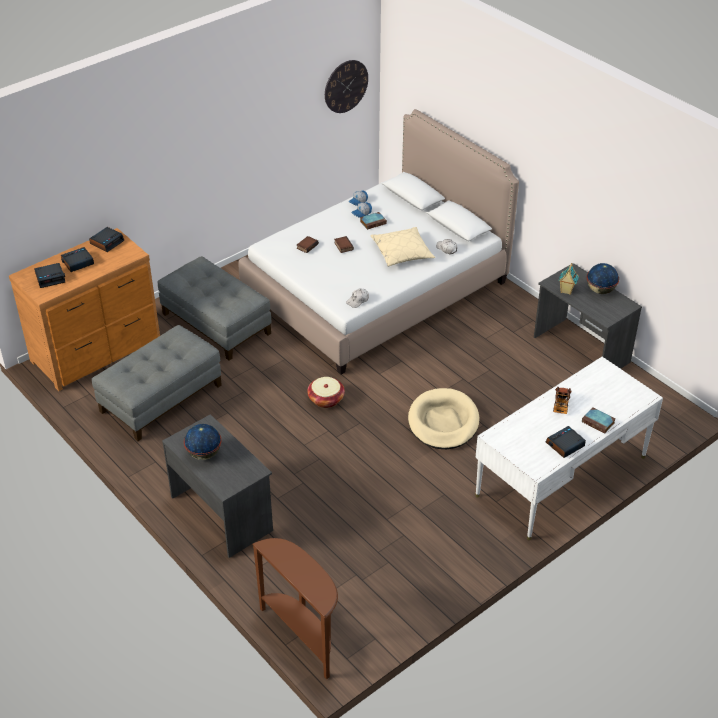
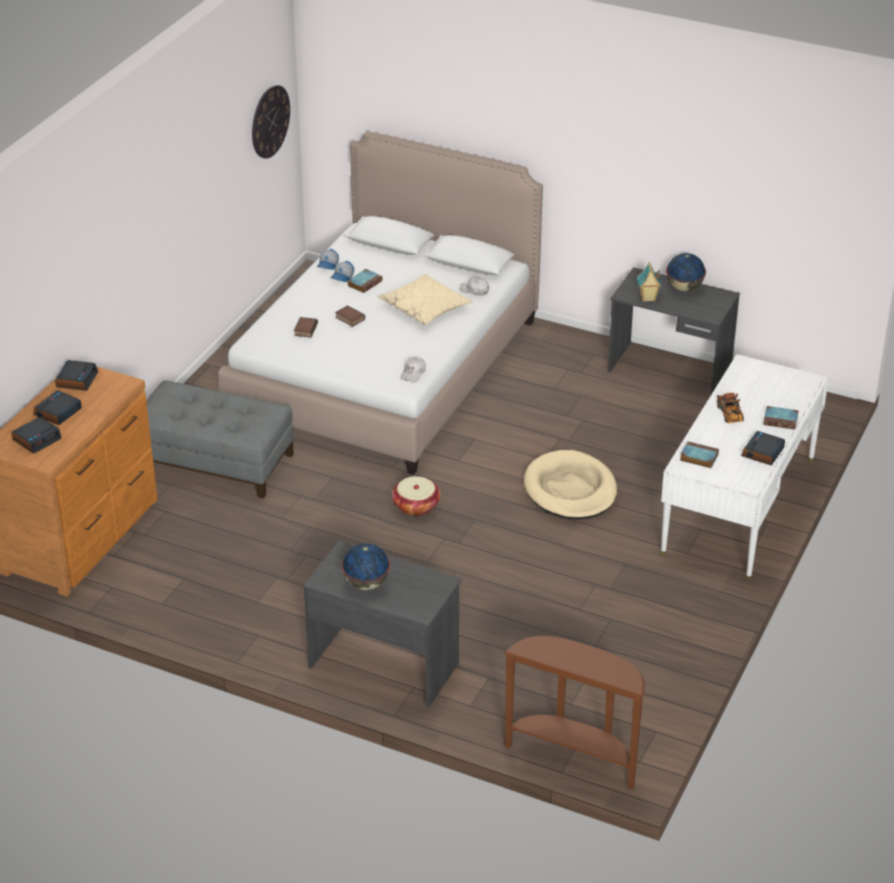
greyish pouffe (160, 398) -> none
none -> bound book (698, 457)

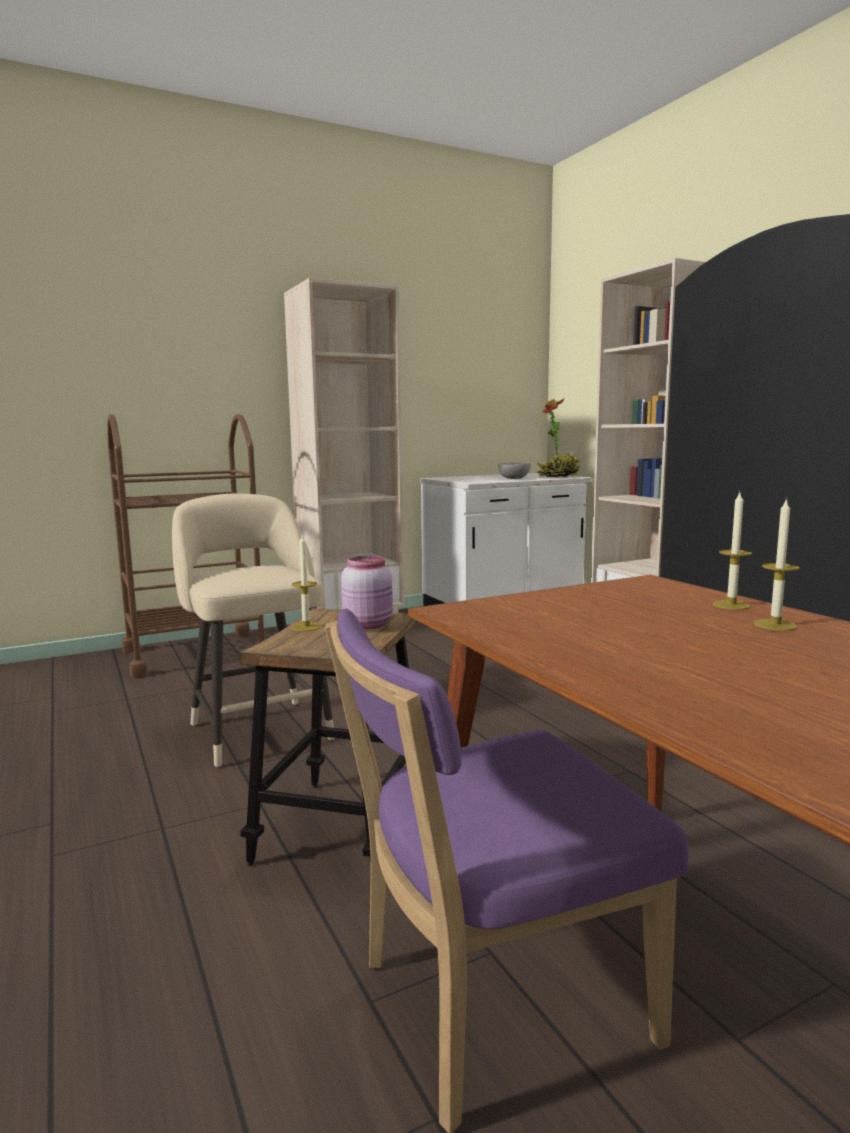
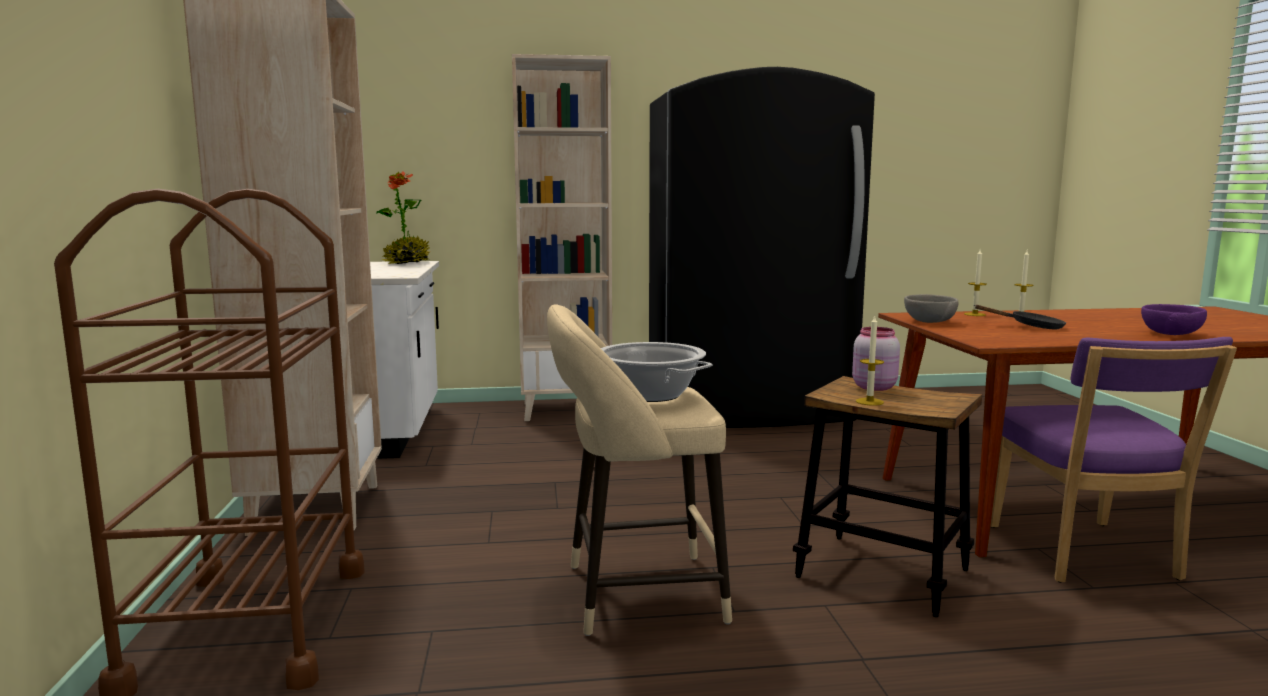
greyish deep dish (514, 478) -> greyish deep dish (929, 321), moved
none -> purple-coloured deep dish (1172, 334)
none -> black-coloured skillet (1031, 327)
none -> cooking pot (651, 394)

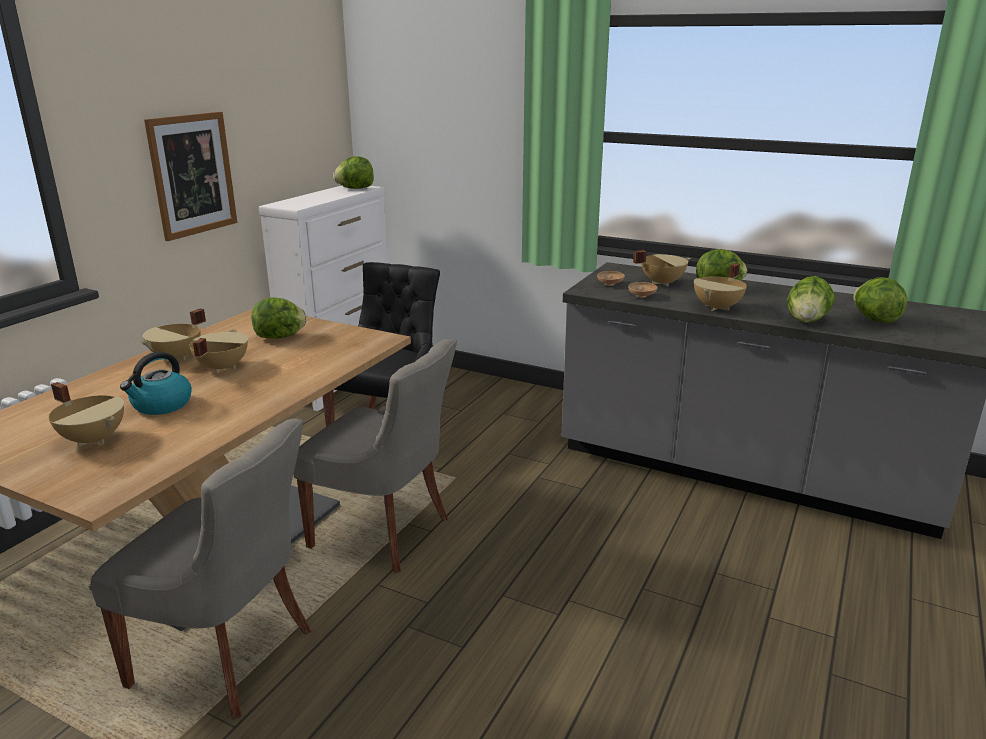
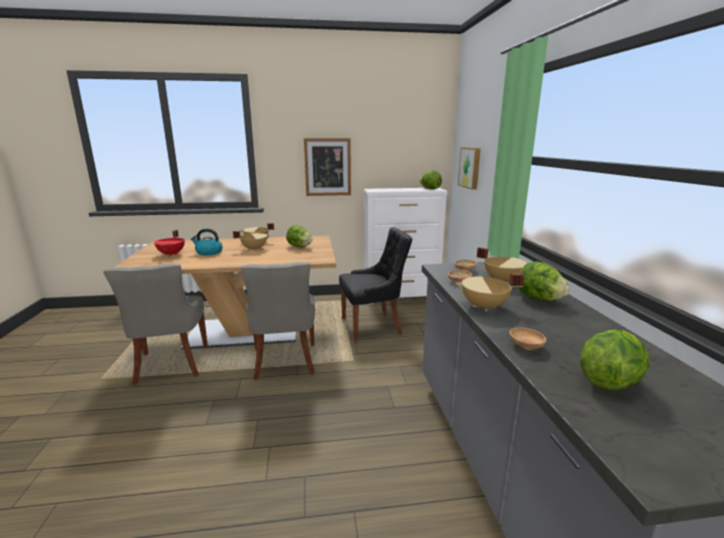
lettuce head (807, 321) -> brownish deep dish (526, 346)
beige cooking pot (94, 439) -> reddish cooking pot (172, 254)
none -> wall picture (470, 167)

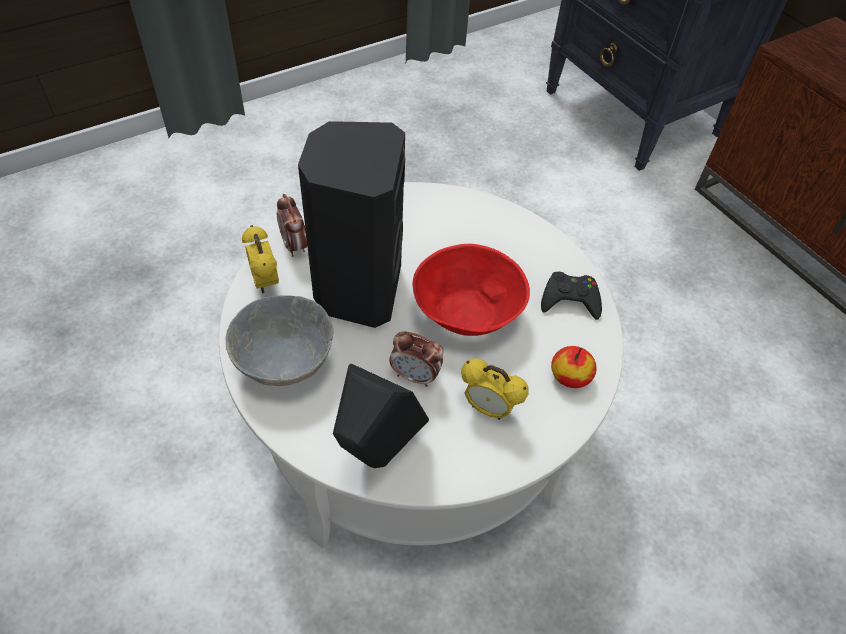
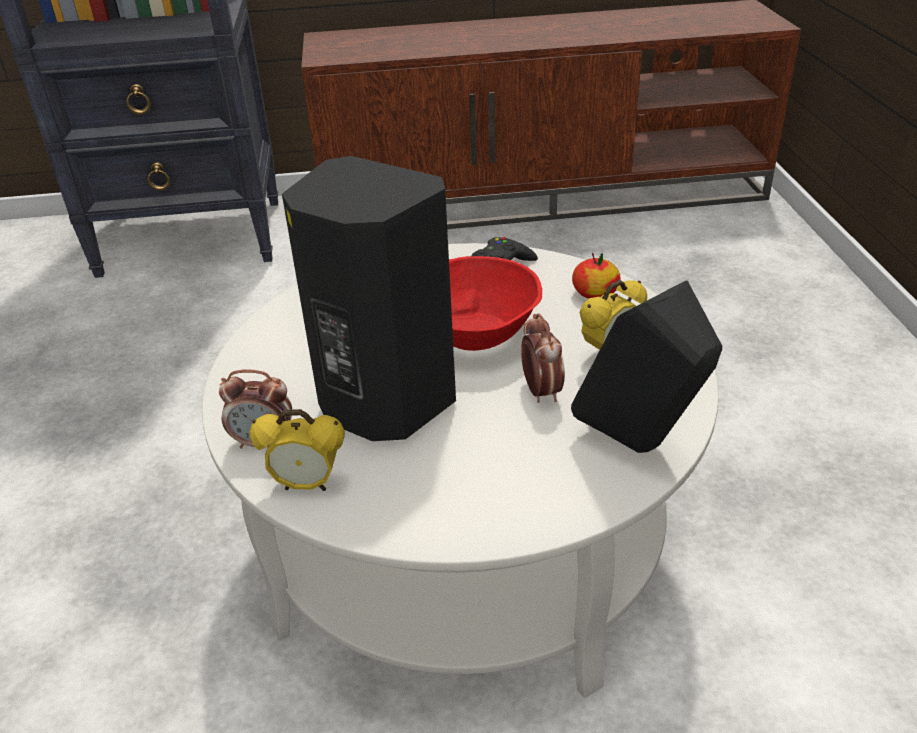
greyish deep dish (284, 362) -> none
alarm clock (415, 376) -> alarm clock (541, 391), 60 degrees counterclockwise

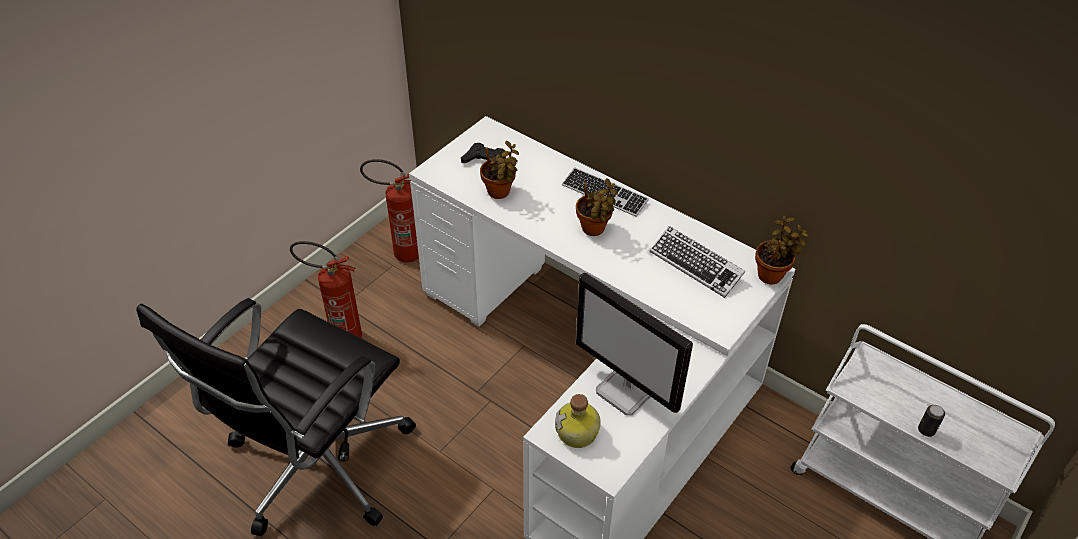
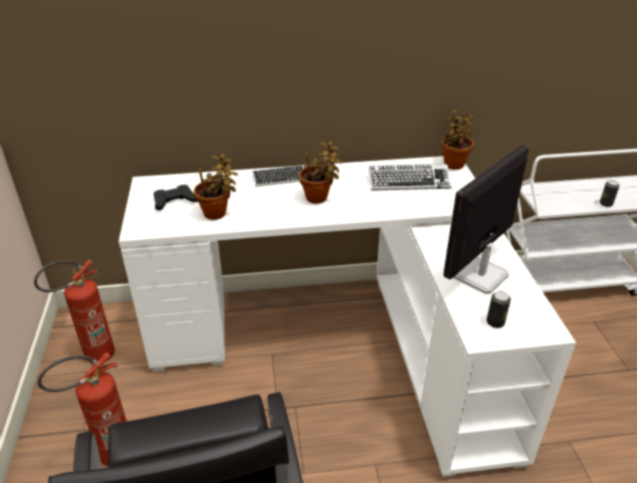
computer screen (627, 391) -> computer screen (479, 276), 135 degrees clockwise
drink bottle (578, 433) -> sealed can (495, 322)

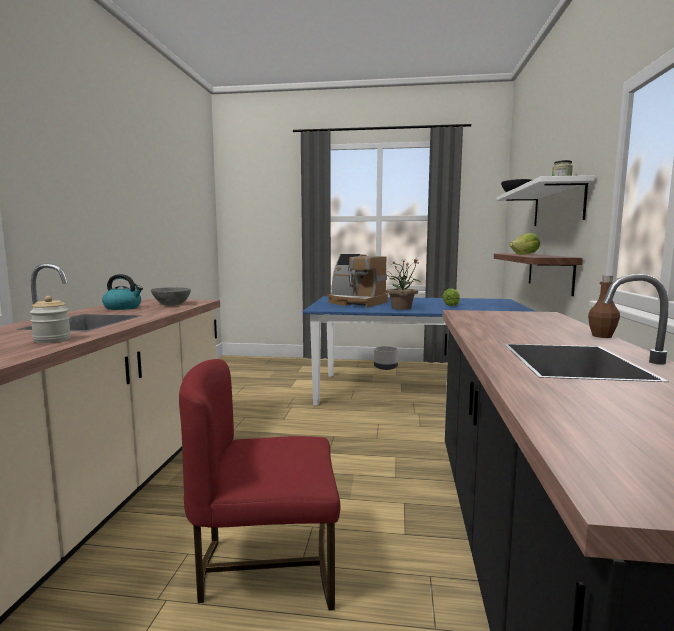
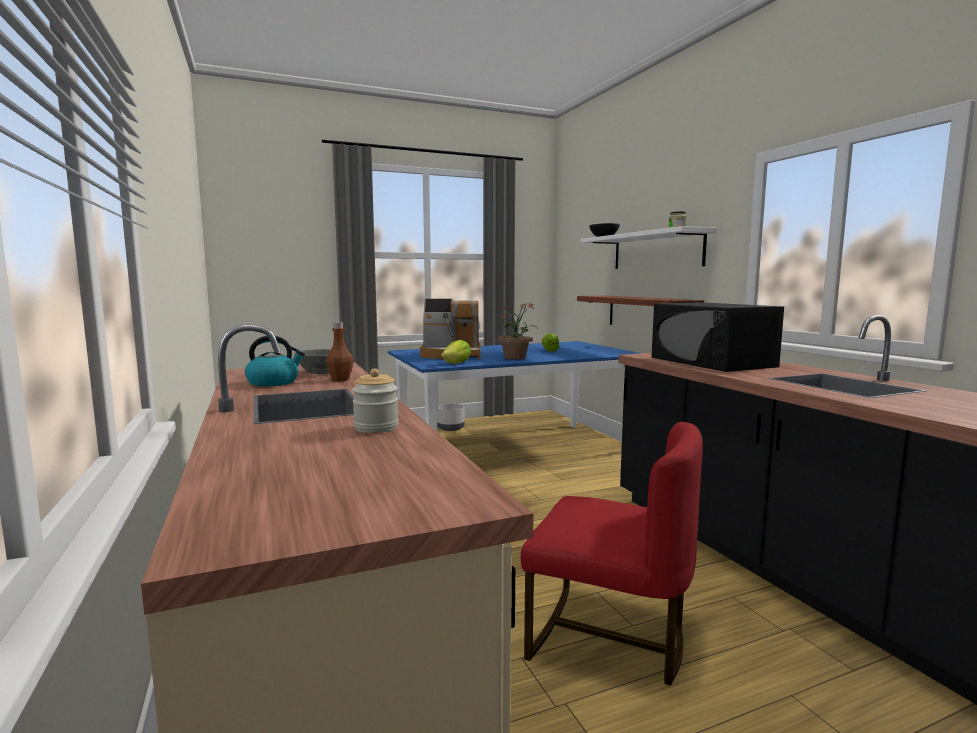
lettuce head (525, 254) -> lettuce head (457, 363), moved
brownish drink bottle (602, 336) -> brownish drink bottle (340, 379), moved
reddish chair (267, 566) -> reddish chair (609, 638), 120 degrees counterclockwise
none -> black-coloured microwave (711, 362)

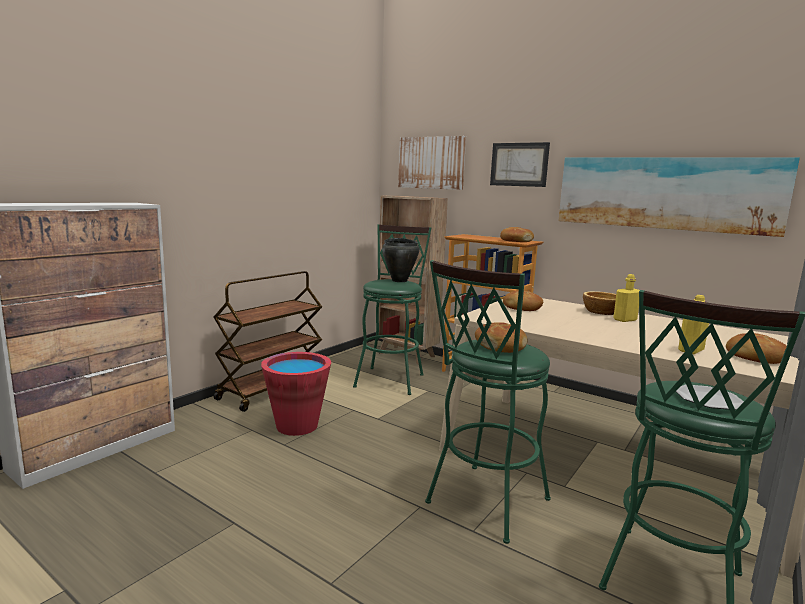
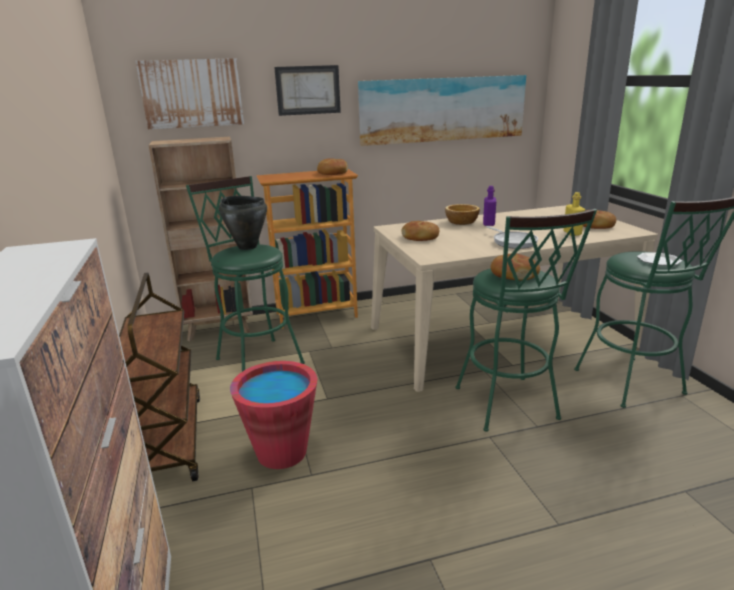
yellowish drink bottle (625, 320) -> purple-coloured drink bottle (488, 223)
none -> skillet (513, 242)

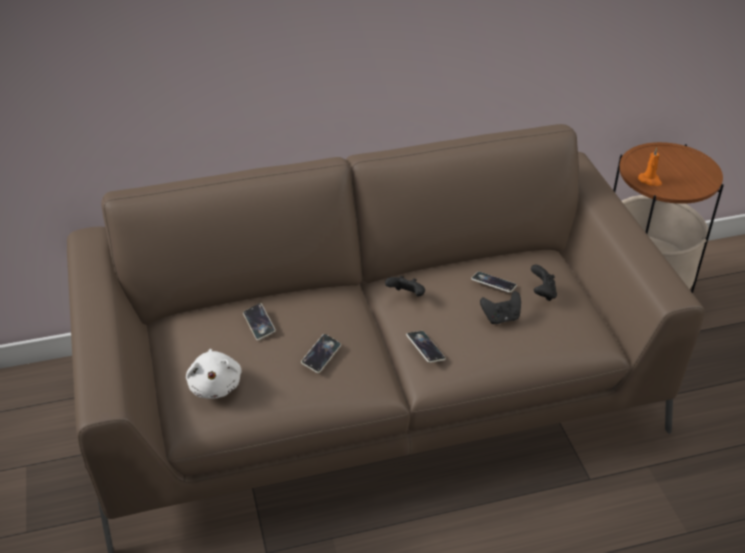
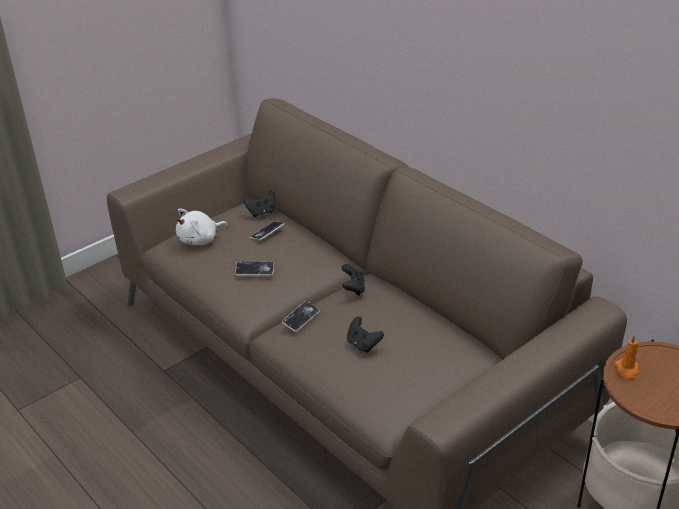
black-coloured game controller (542, 293) -> black-coloured game controller (261, 212), moved
phone (493, 284) -> none

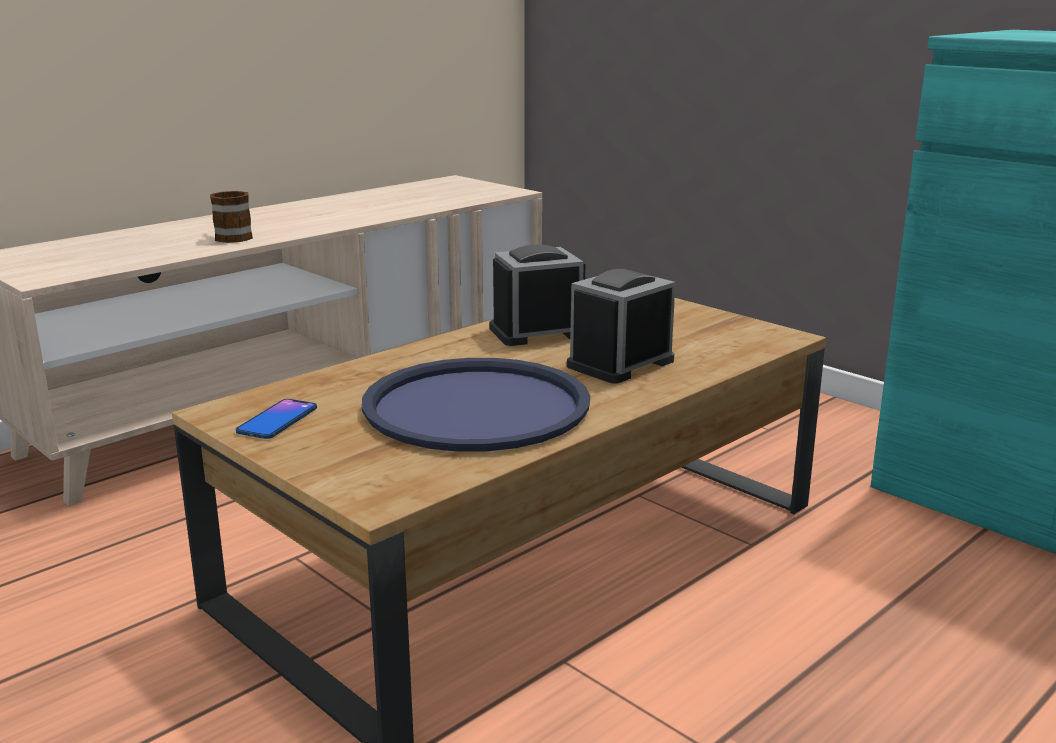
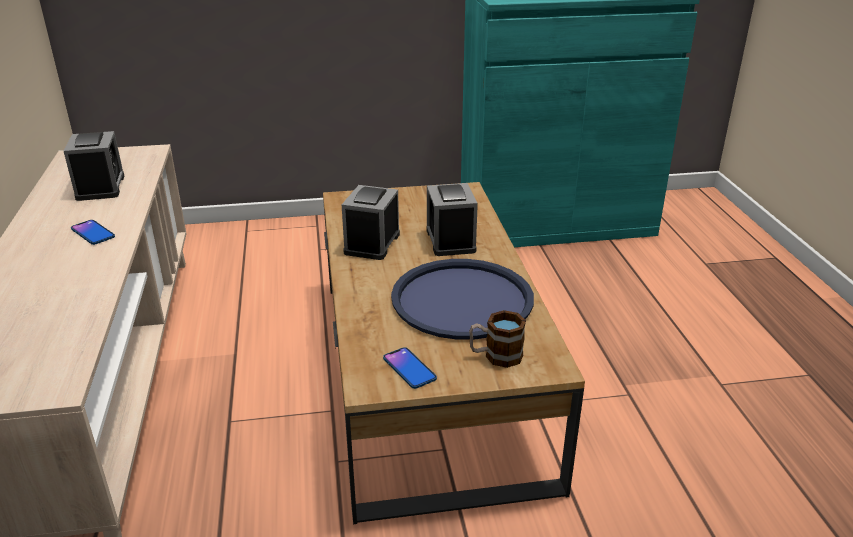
mug (230, 236) -> mug (495, 356), moved
none -> alarm clock (100, 187)
none -> phone (93, 233)

